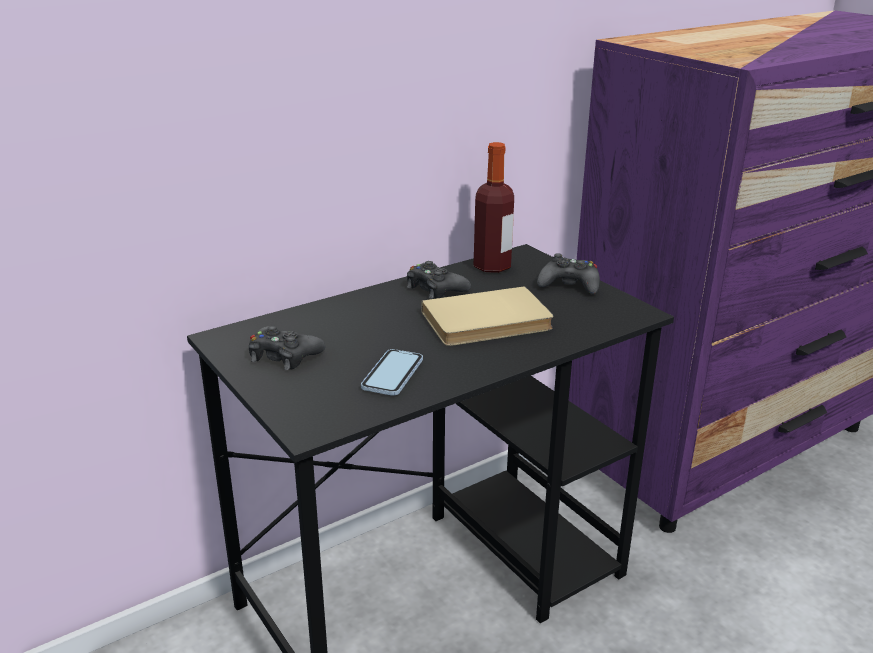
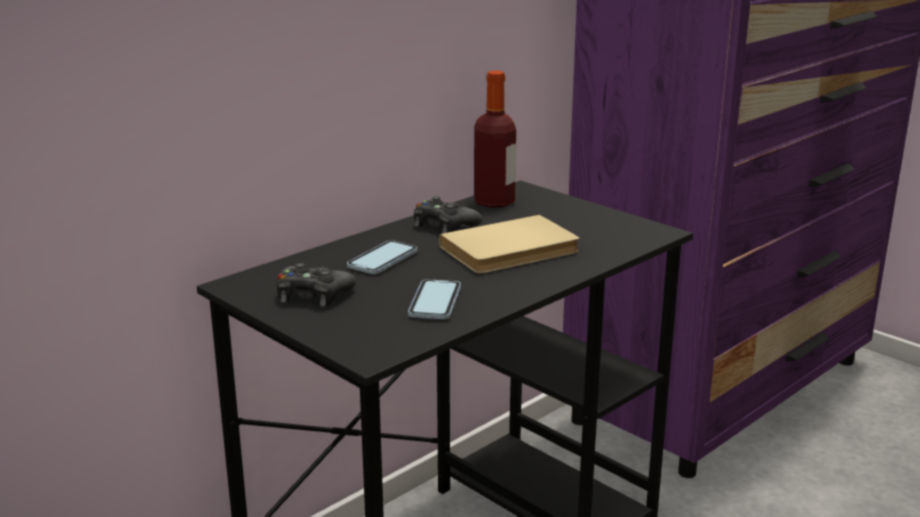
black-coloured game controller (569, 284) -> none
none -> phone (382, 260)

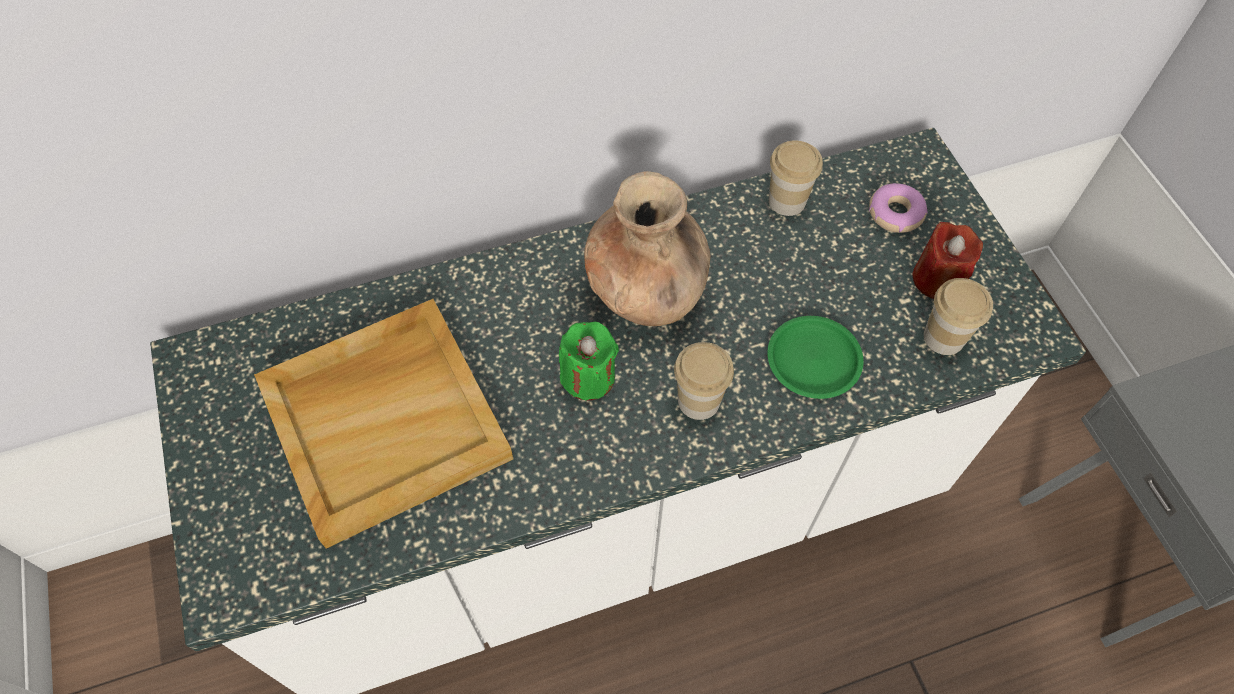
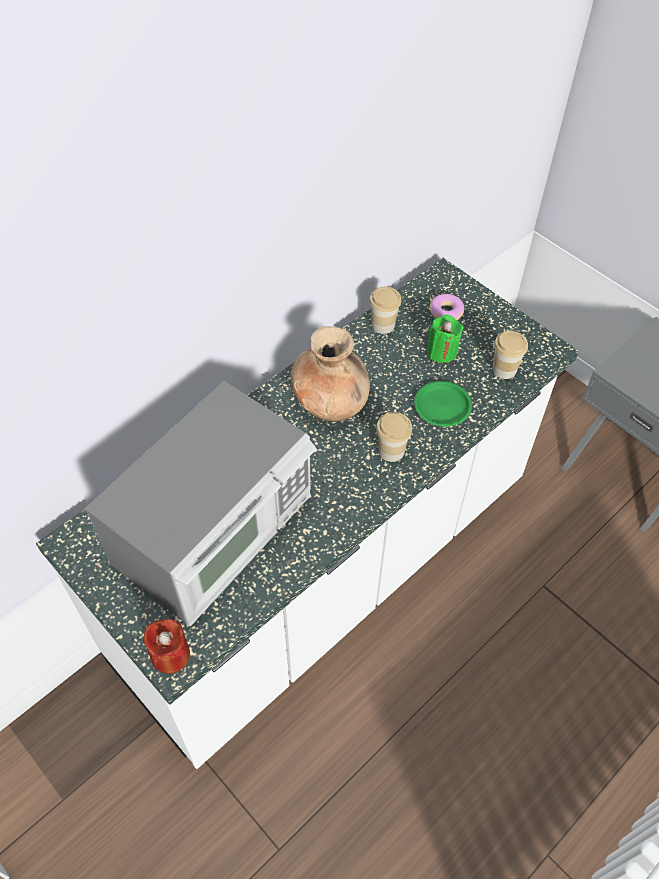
reddish candle (937, 279) -> reddish candle (170, 655), moved
beige tray (386, 420) -> microwave (216, 529)
green candle (588, 377) -> green candle (442, 351), moved

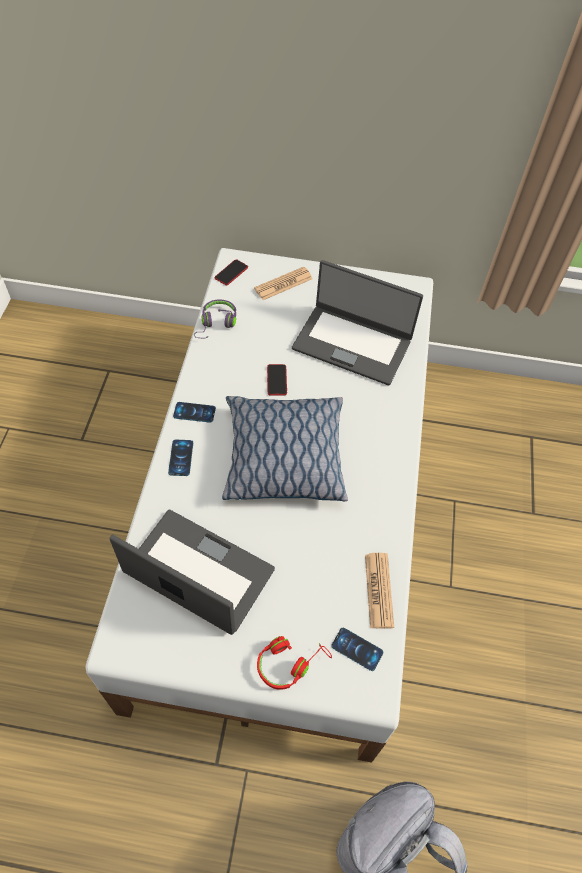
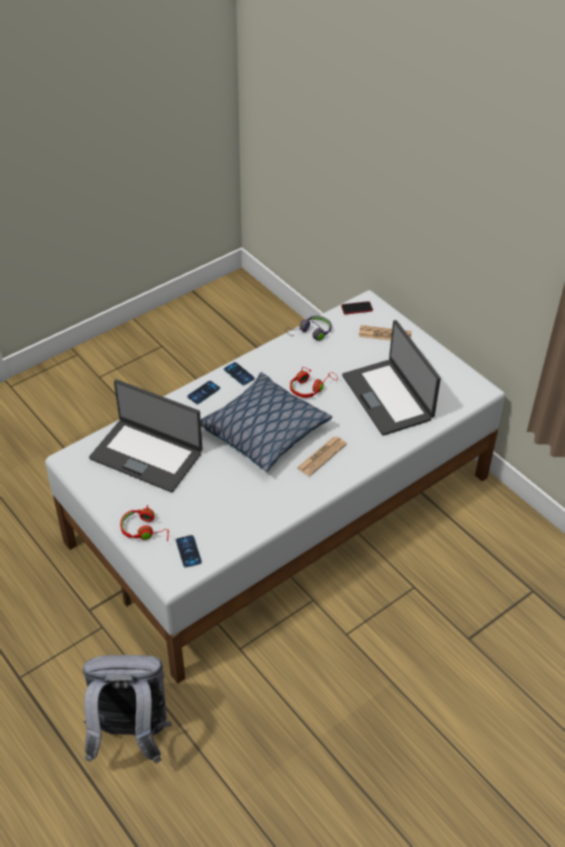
phone (277, 380) -> reddish headset (311, 387)
notebook computer (198, 573) -> notebook computer (147, 455), 135 degrees clockwise
printed paper (378, 590) -> printed paper (321, 456), moved

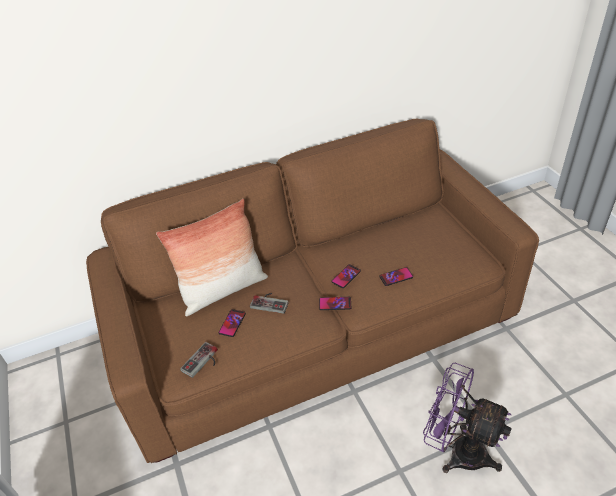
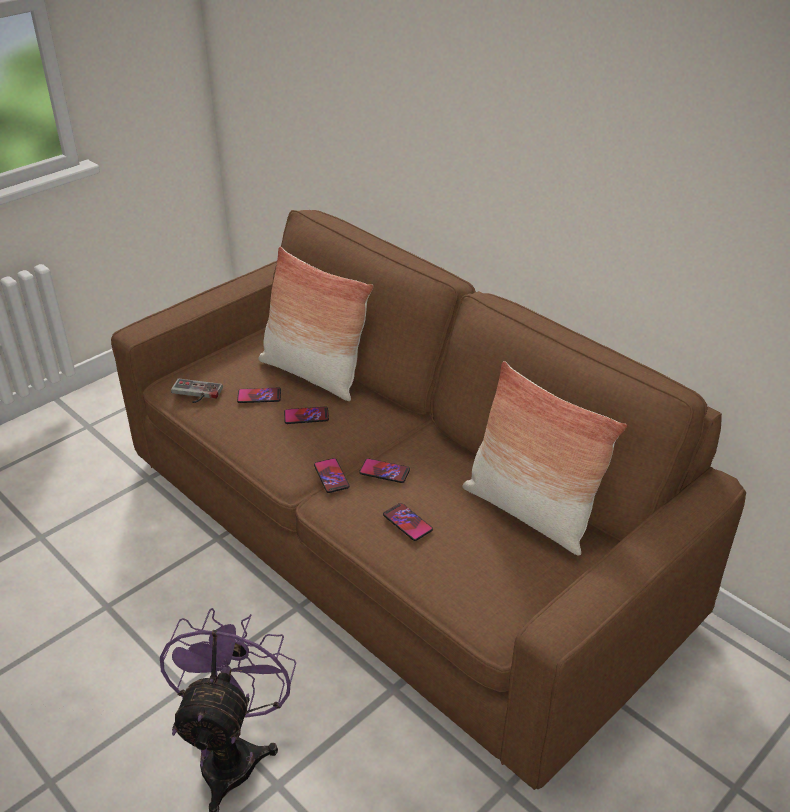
game controller (270, 302) -> phone (306, 416)
none -> cushion (529, 512)

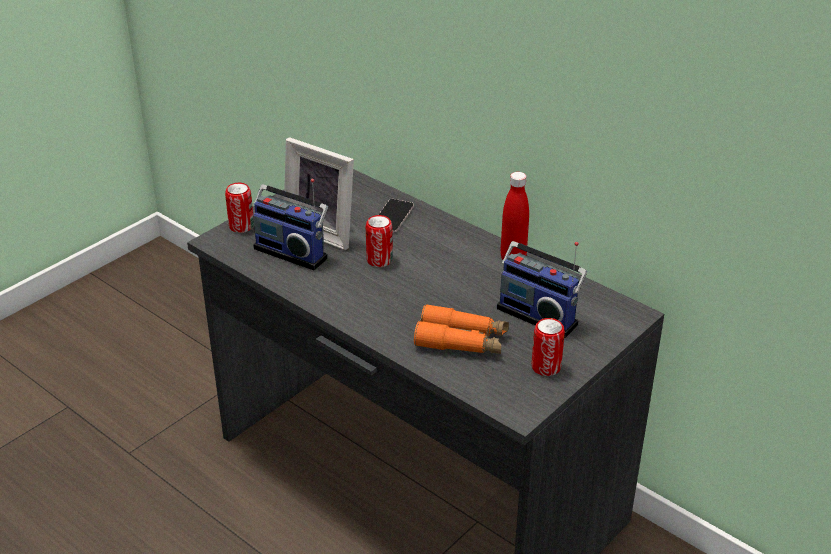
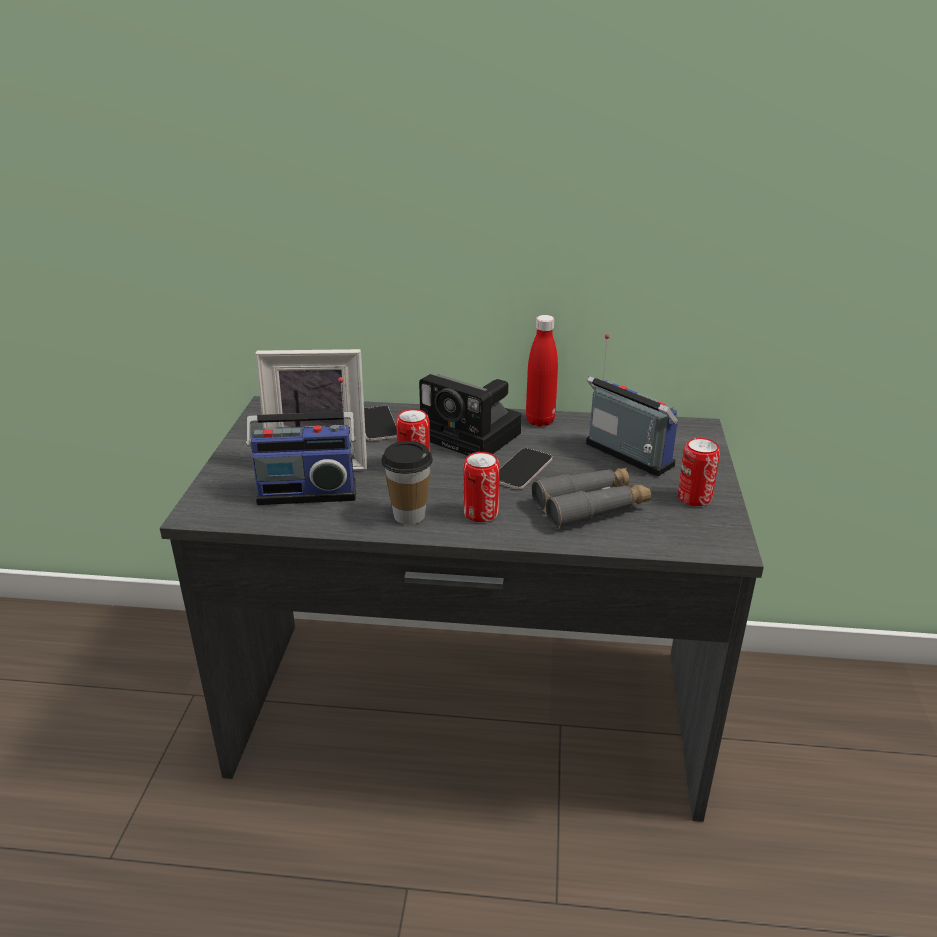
sealed can (241, 226) -> sealed can (481, 513), moved
radio set (539, 314) -> radio set (625, 457), 135 degrees counterclockwise
orangey pair of binoculars (461, 341) -> greyish pair of binoculars (591, 506)
none -> still camera (472, 436)
none -> drinking cup (409, 515)
none -> phone (522, 469)

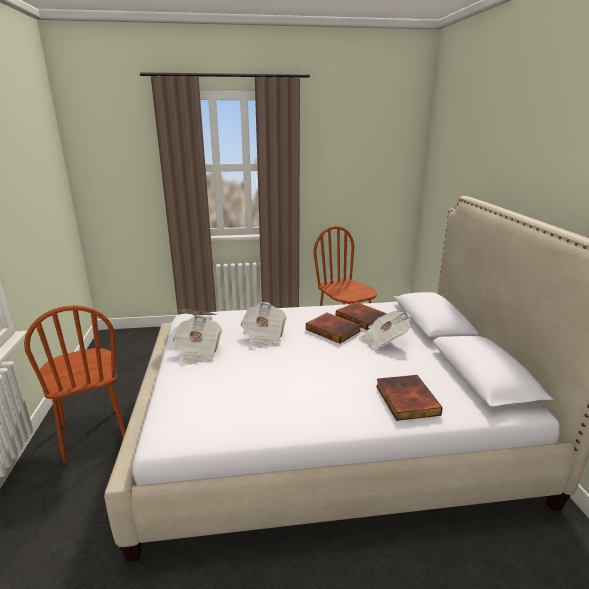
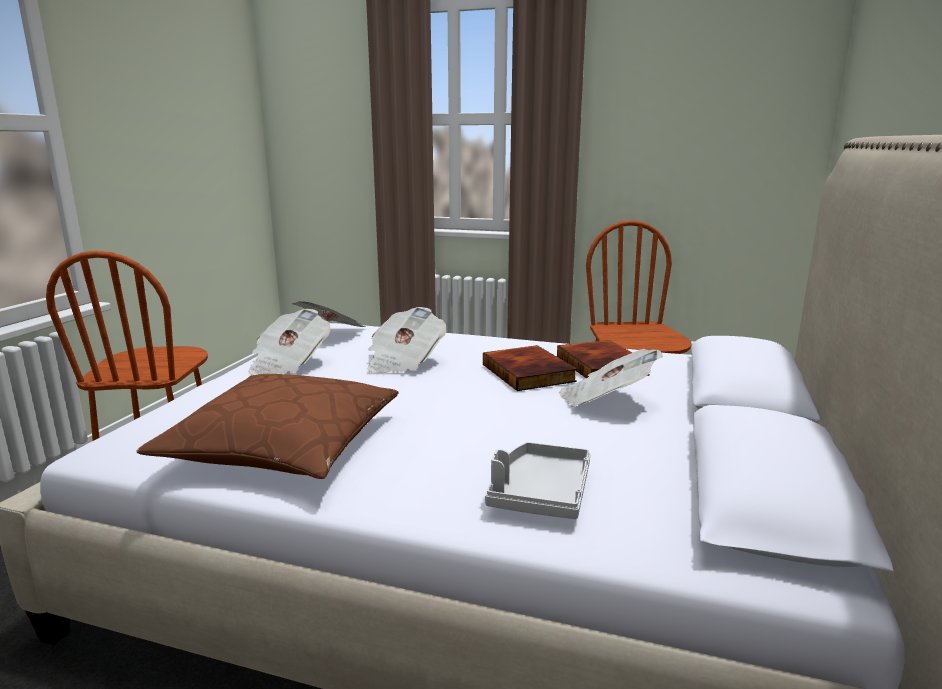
bound book (405, 400) -> greyish tray (539, 493)
none -> brownish cushion (285, 445)

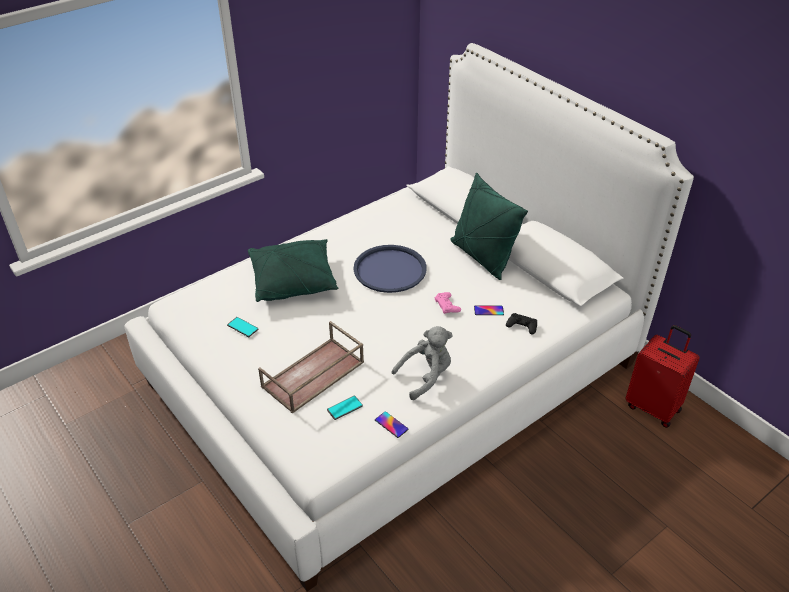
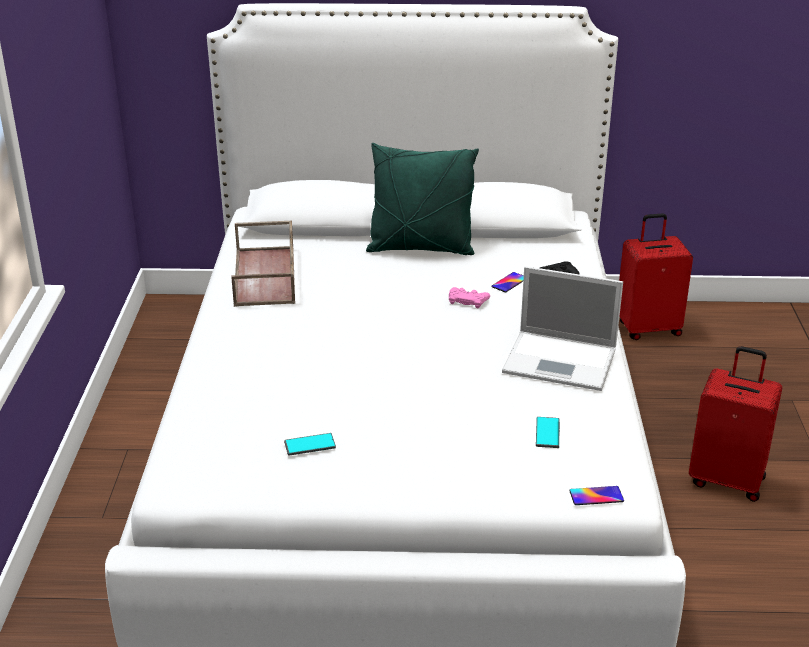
green cushion (293, 281) -> none
bluish tray (390, 270) -> none
brownish tray (313, 375) -> brownish tray (266, 276), moved
greyish cuddly toy (426, 376) -> notebook computer (562, 361)
phone (391, 424) -> phone (596, 496), moved
none -> reddish suitcase (727, 480)

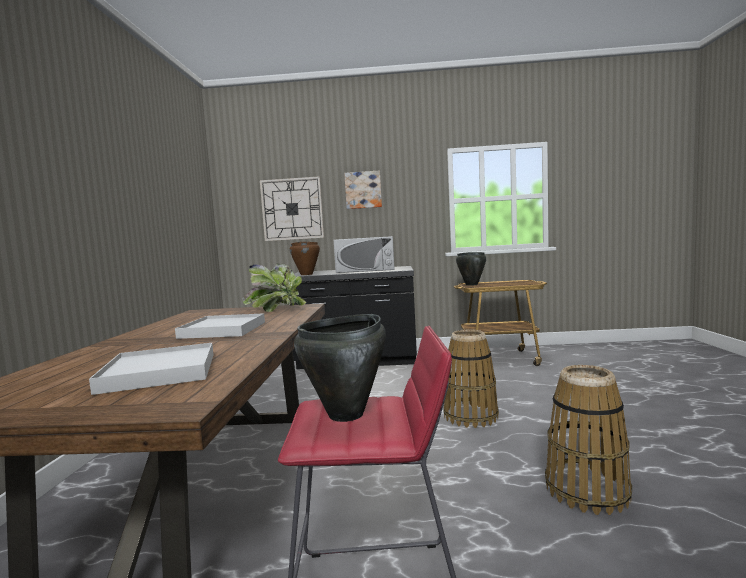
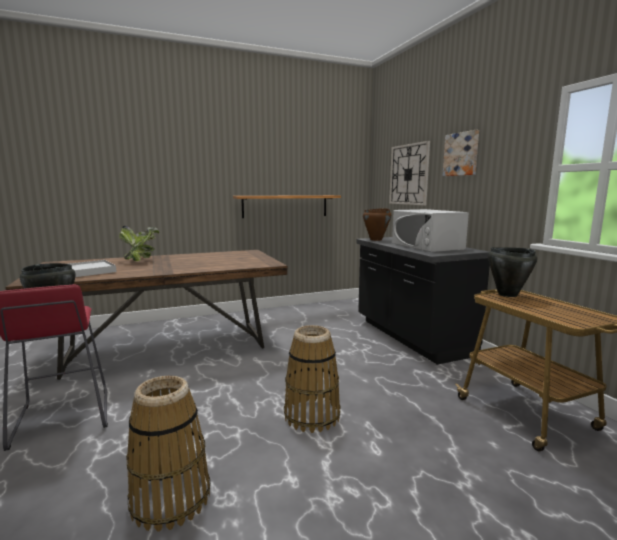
houseplant (276, 310) -> houseplant (141, 261), moved
whitish tray (223, 330) -> none
none -> wall shelf (285, 206)

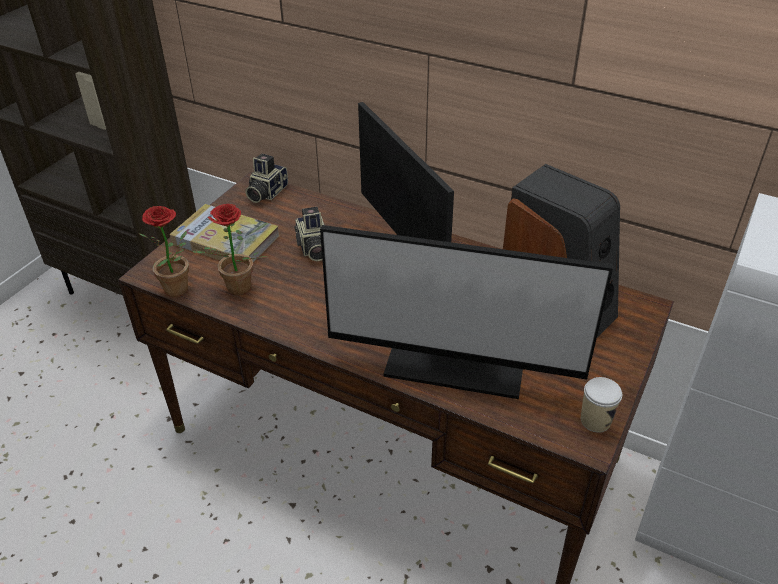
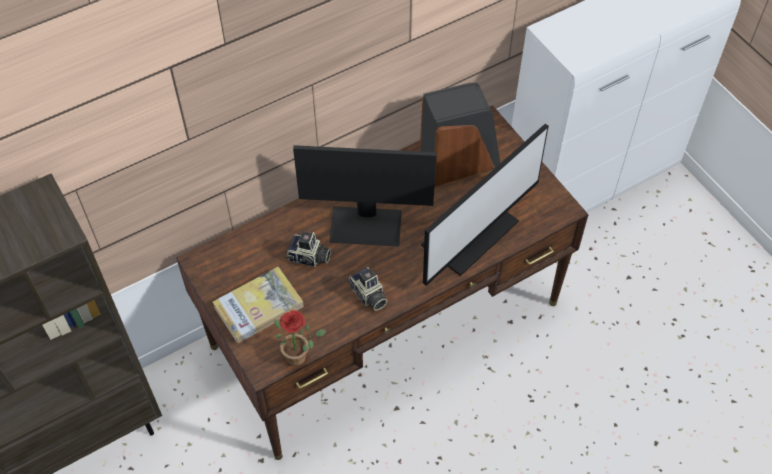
still camera (266, 192) -> still camera (368, 296), moved
houseplant (235, 291) -> none
drinking cup (595, 421) -> none

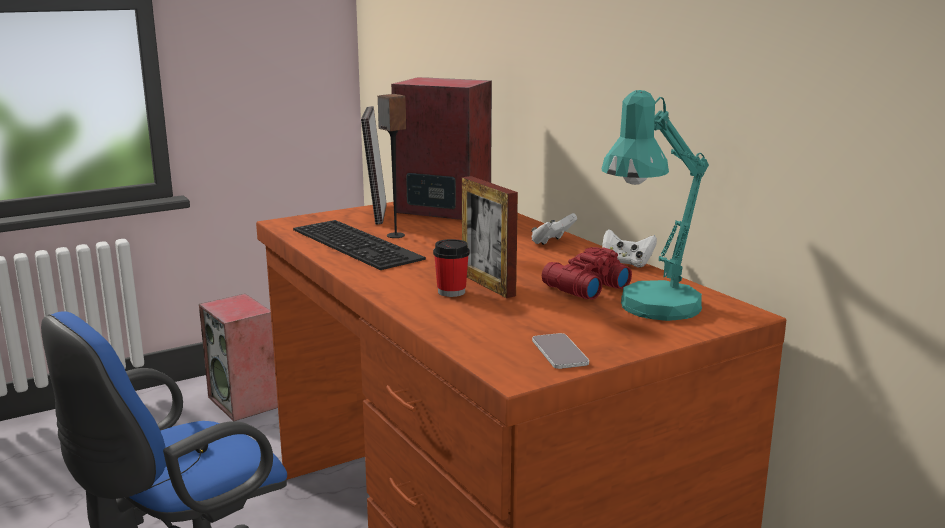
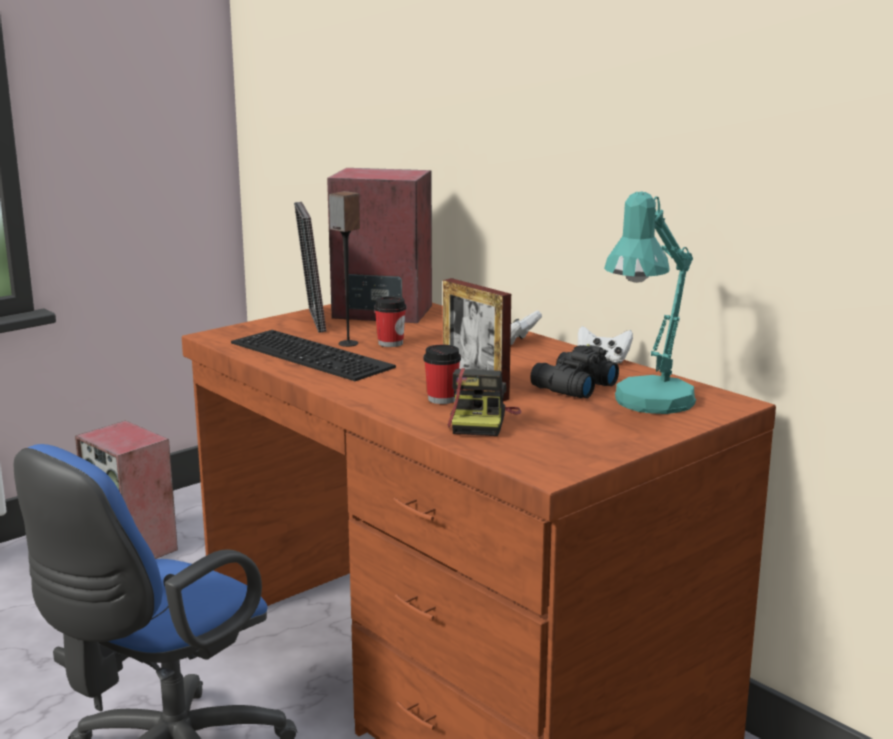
reddish pair of binoculars (583, 287) -> black-coloured pair of binoculars (571, 386)
phone (559, 352) -> none
none -> drinking cup (390, 343)
none -> still camera (482, 421)

